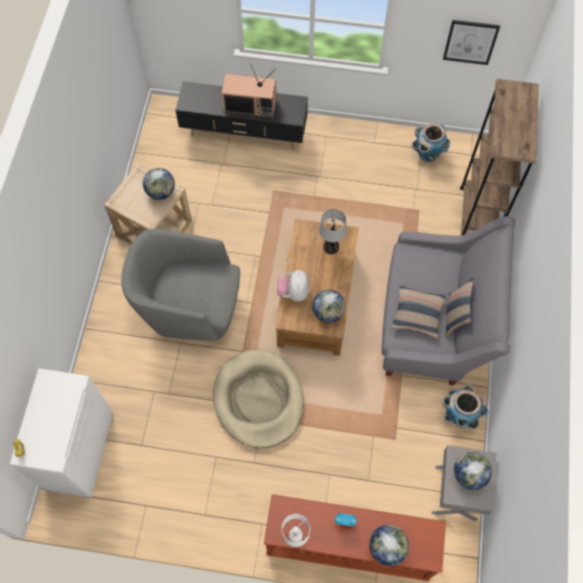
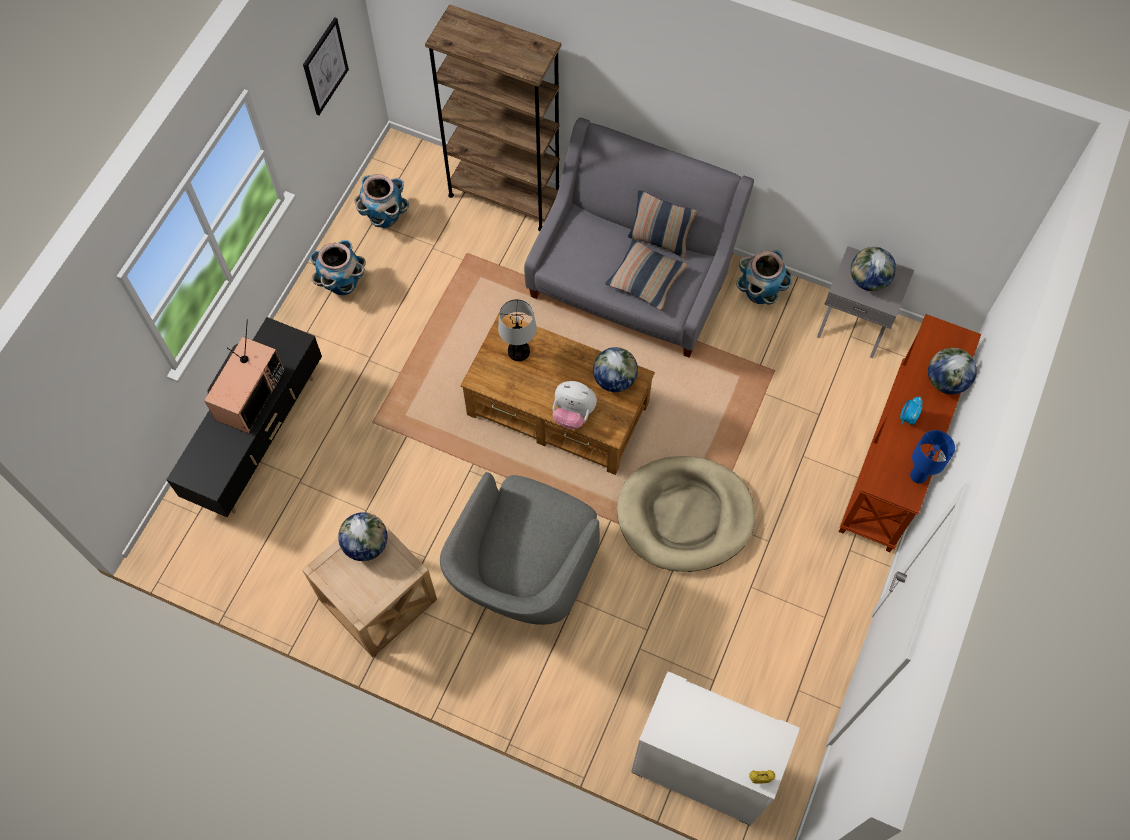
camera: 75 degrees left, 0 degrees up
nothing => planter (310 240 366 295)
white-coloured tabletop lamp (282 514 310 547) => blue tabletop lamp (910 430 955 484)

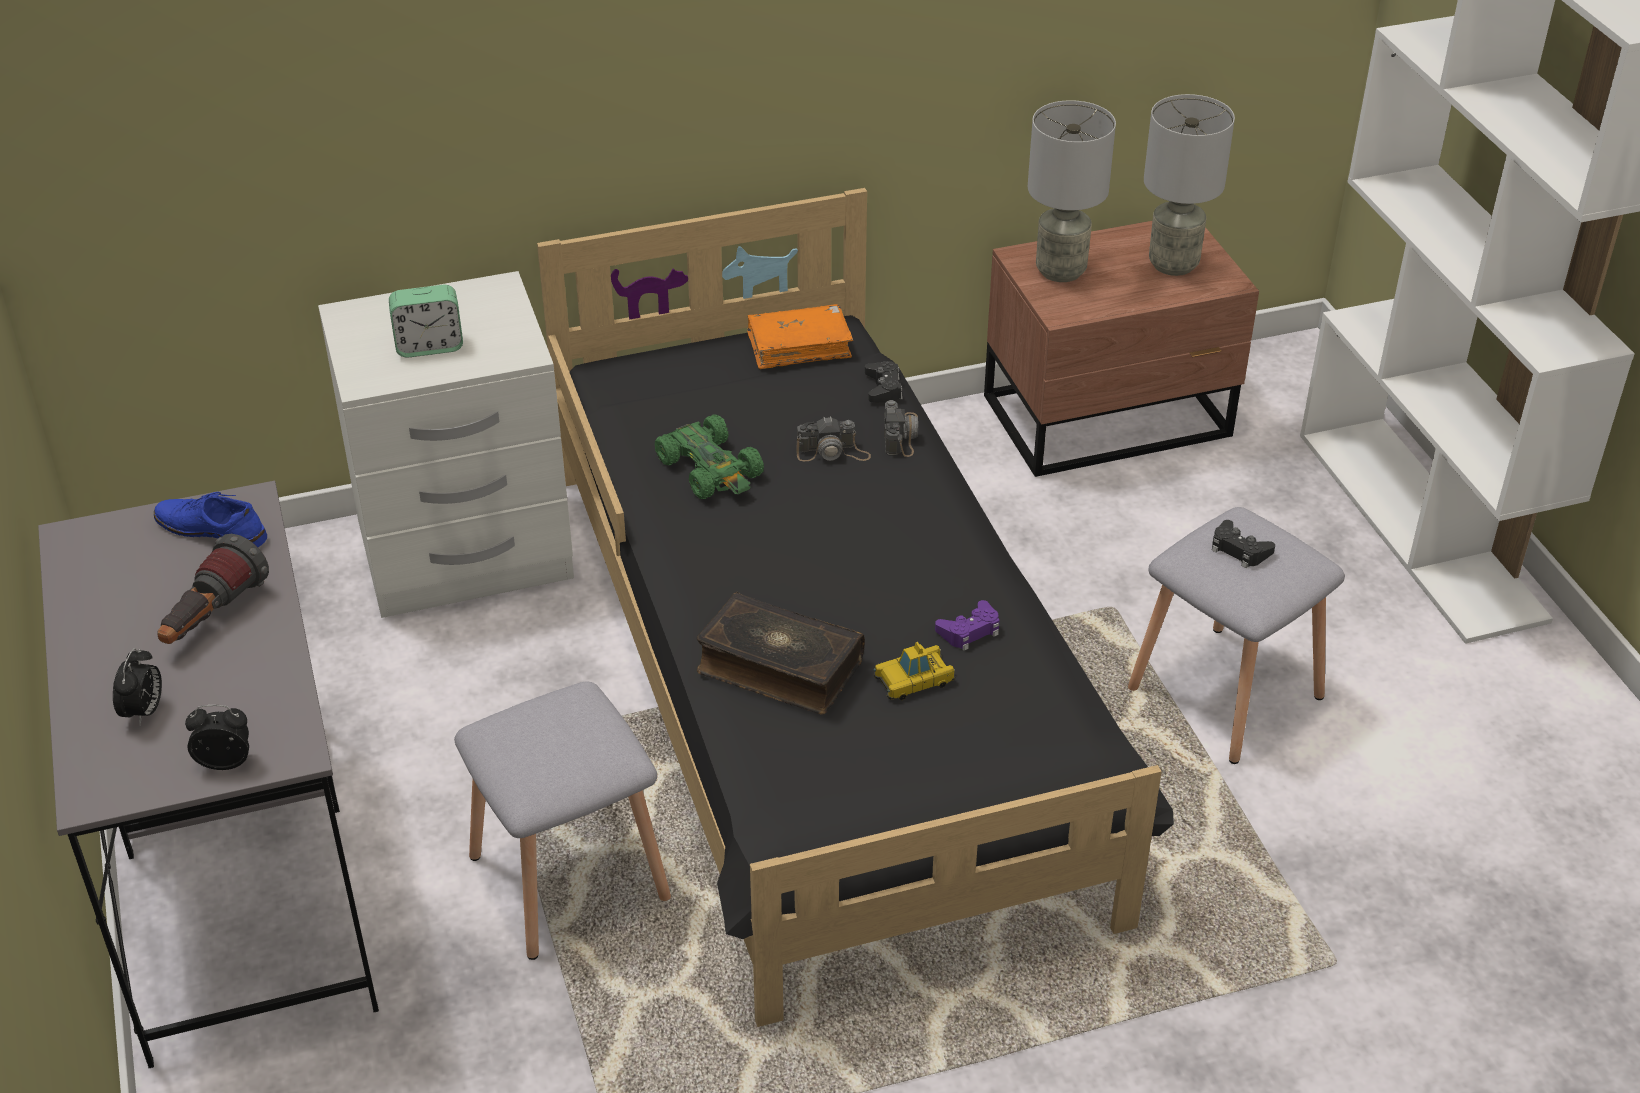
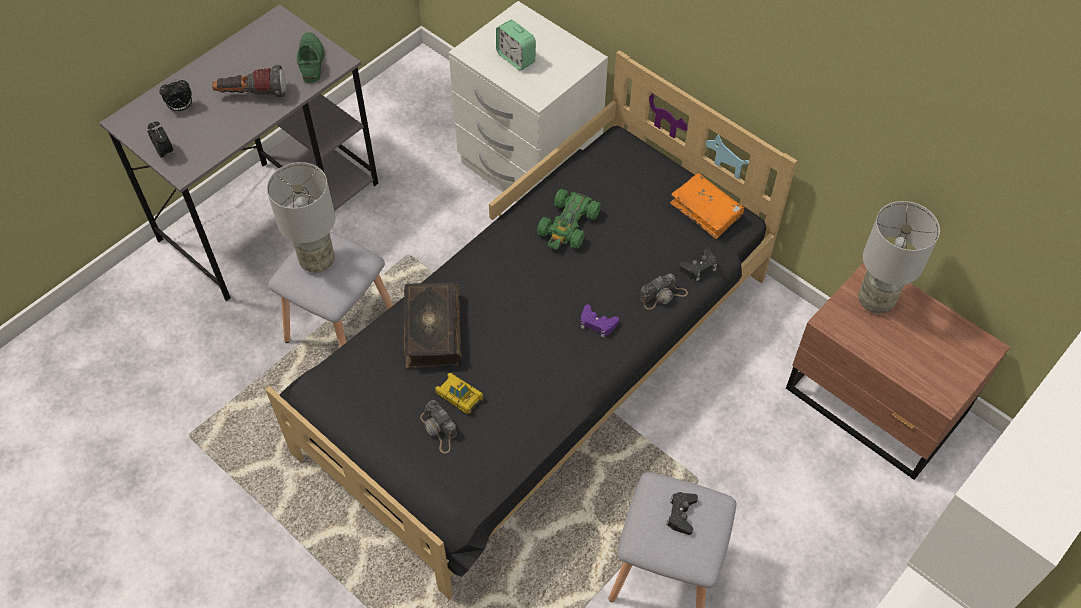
camera: 60 degrees right, 15 degrees up
still camera (796 416 871 462) => still camera (420 400 457 453), shifted
purplish joypad (935 600 1000 651) => purplish joypad (581 304 619 338), shifted
greyish tabletop lamp (1144 94 1235 276) => greyish tabletop lamp (267 162 335 273), shifted
blue shoe (154 492 267 547) => green-coloured shoe (297 32 324 83)

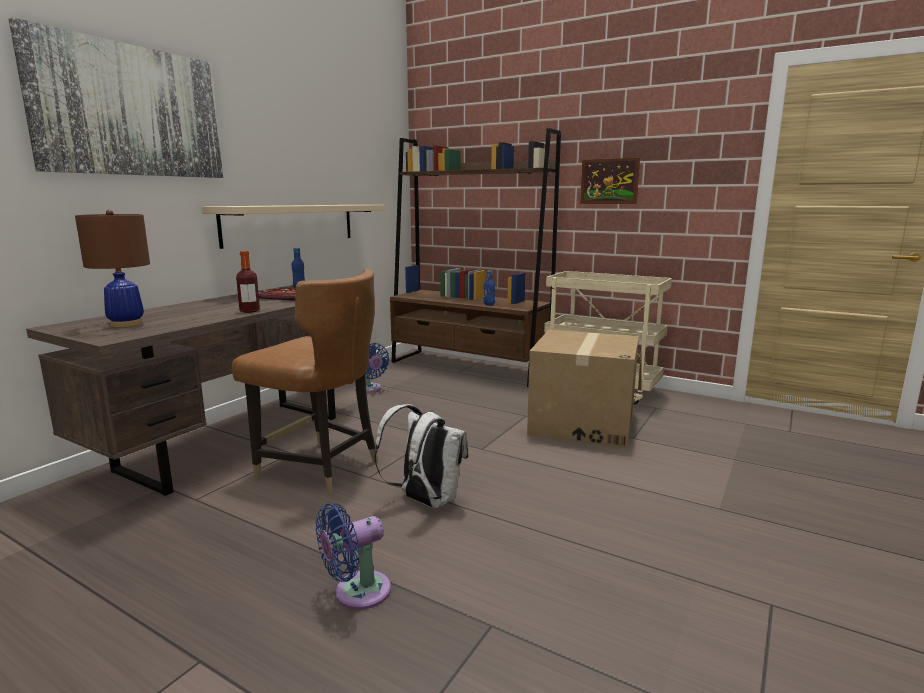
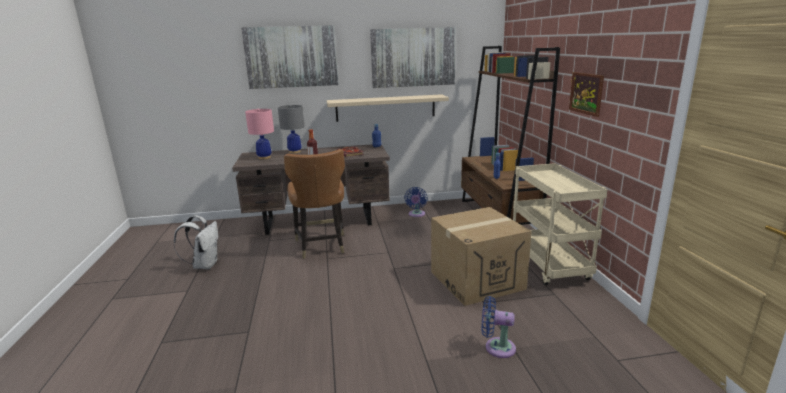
camera: 50 degrees right, 5 degrees up
nothing => greyish tabletop lamp (278 105 305 153)
nothing => picture (370 27 456 88)
blue fan (316 503 391 610) => blue fan (481 296 516 358), shifted
white-coloured rucksack (374 404 469 508) => white-coloured rucksack (174 215 218 270), shifted
brownish tabletop lamp (75 210 150 327) => pinkish tabletop lamp (245 108 274 159)

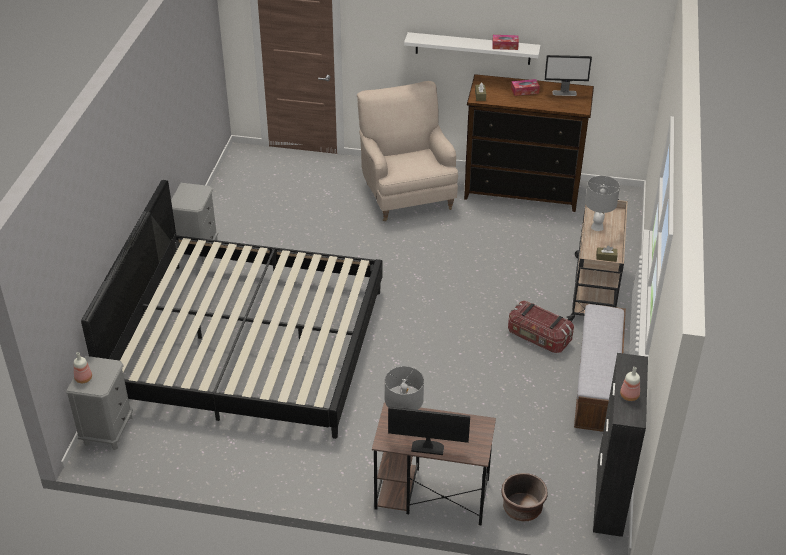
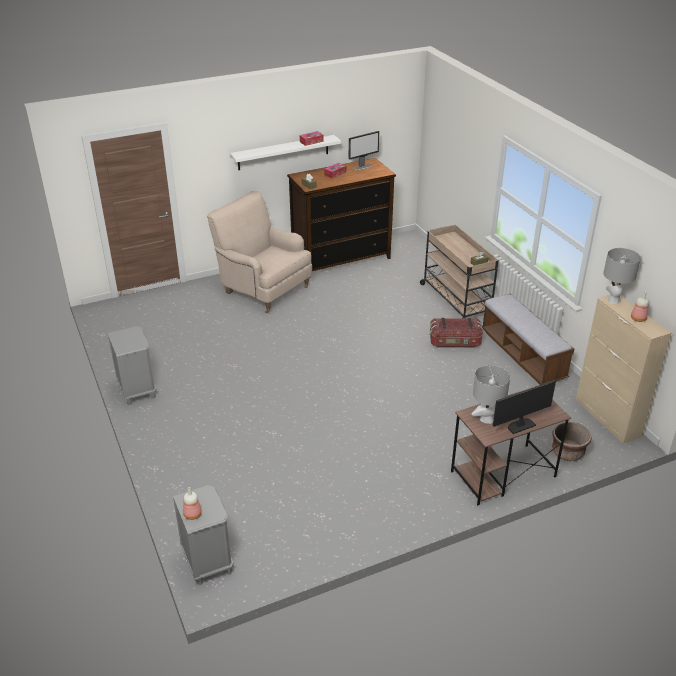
camera: 35 degrees left, 5 degrees down
bed (81 180 383 439) => nothing
greyish tabletop lamp (585 176 620 231) => greyish tabletop lamp (603 248 641 304), shifted
blackish storage cabinet (593 353 648 537) => sand-coloured storage cabinet (576 295 672 444)

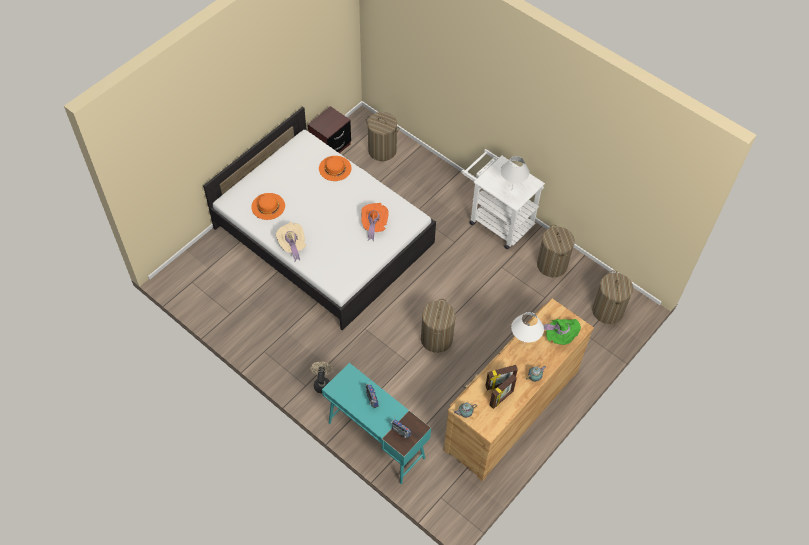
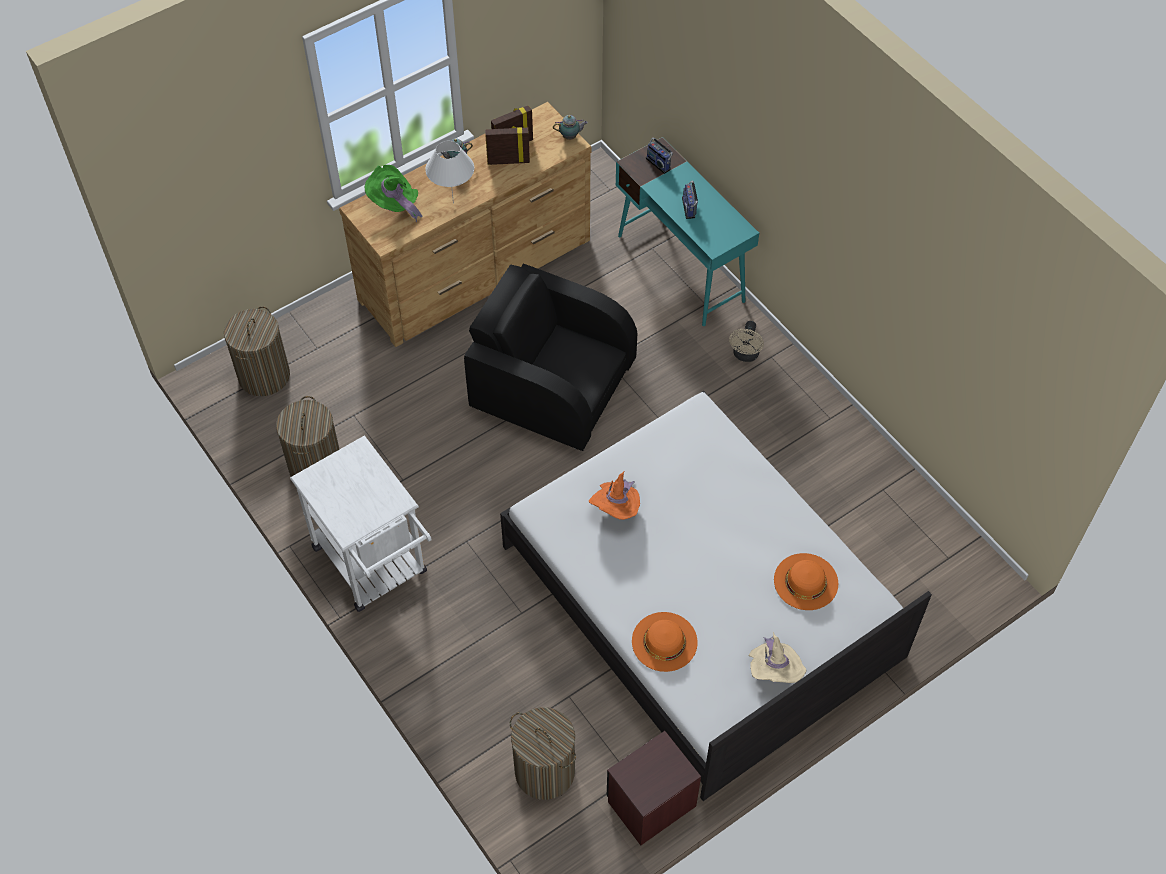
camera: 165 degrees left, 0 degrees up
white-coloured tabletop lamp (501 156 529 188) => nothing
sand-coloured clothing hat (276 222 307 262) => sand-coloured clothing hat (748 632 806 683), shifted
hamper (421 299 456 353) => blackish easy chair (464 264 637 451)

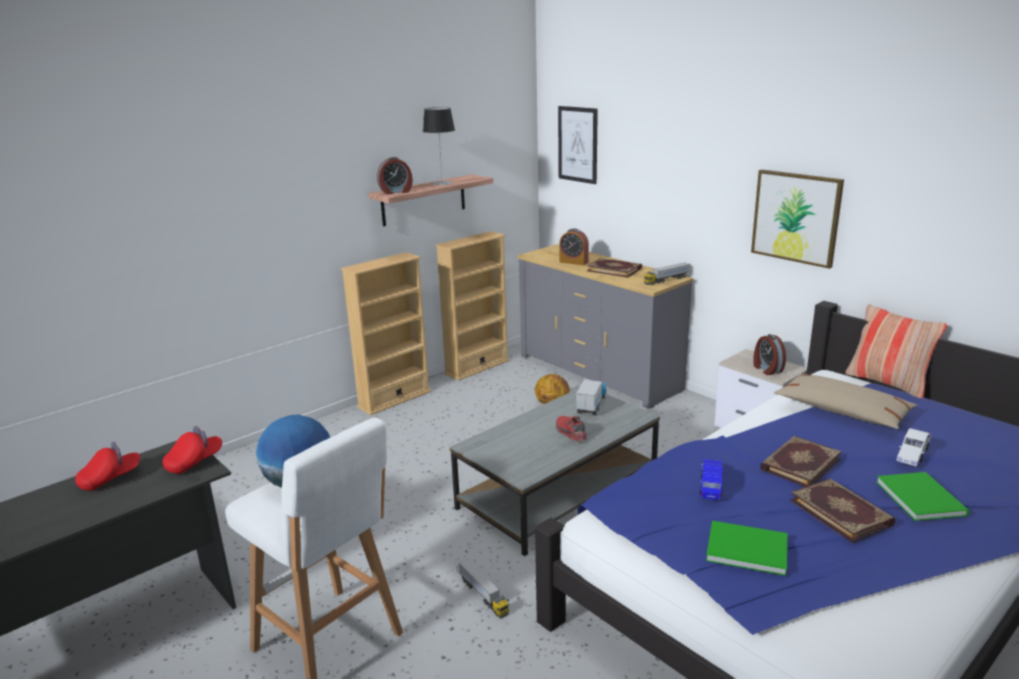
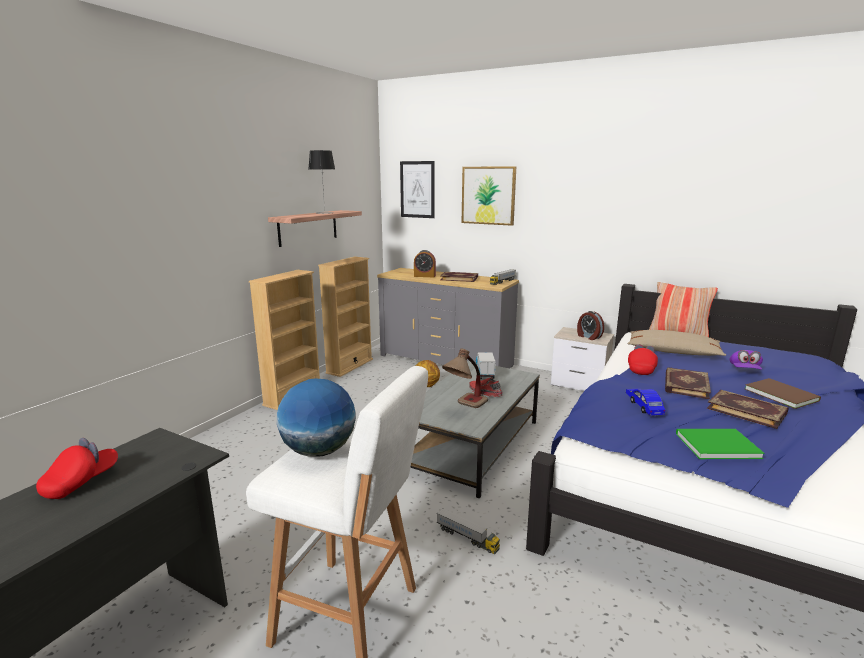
camera: 20 degrees left, 5 degrees down
alarm clock (377 157 413 195) => nothing
nothing => tabletop lamp (442 348 488 408)
reddish cap (163 426 222 474) => reddish cap (628 344 658 375), shifted
picture (751 170 844 269) => picture (462 166 516 226), shifted
white-coloured model car (896 428 931 466) => purplish cap (730 350 763 370)
green-coloured bound book (876 472 970 521) => brownish bound book (745 378 821 409)

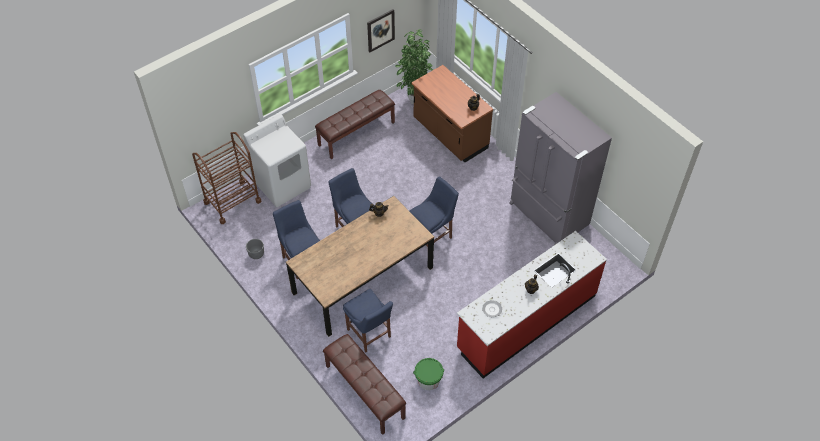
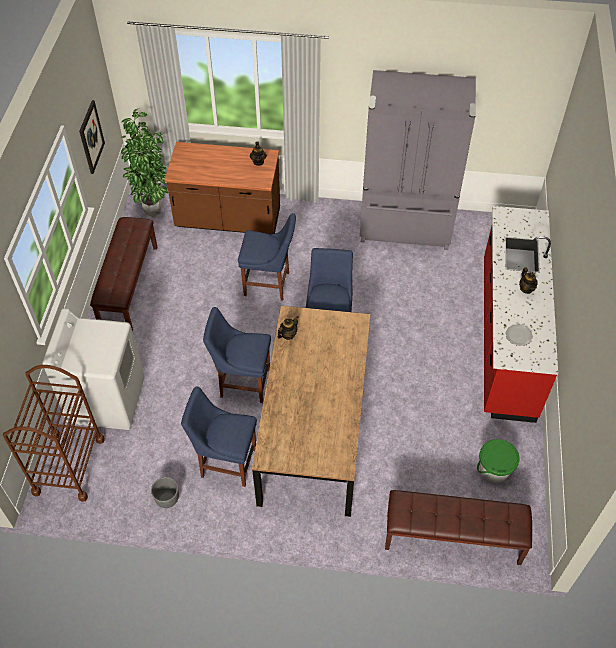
camera: 45 degrees left, 0 degrees up
blue plain chair (343 289 393 353) => blue plain chair (238 213 296 301), shifted

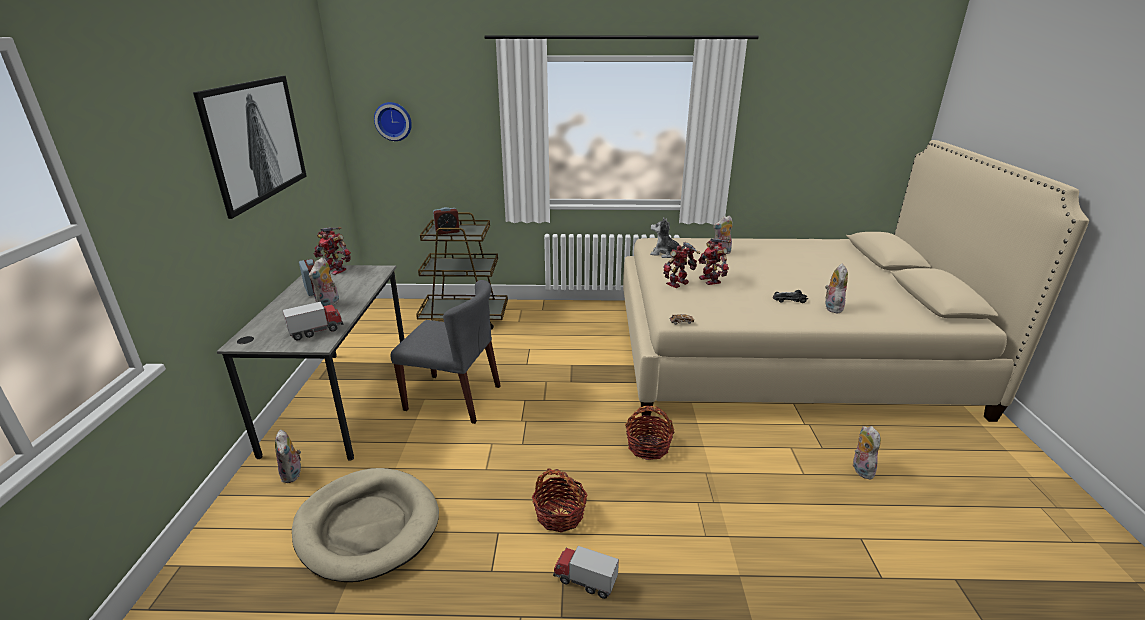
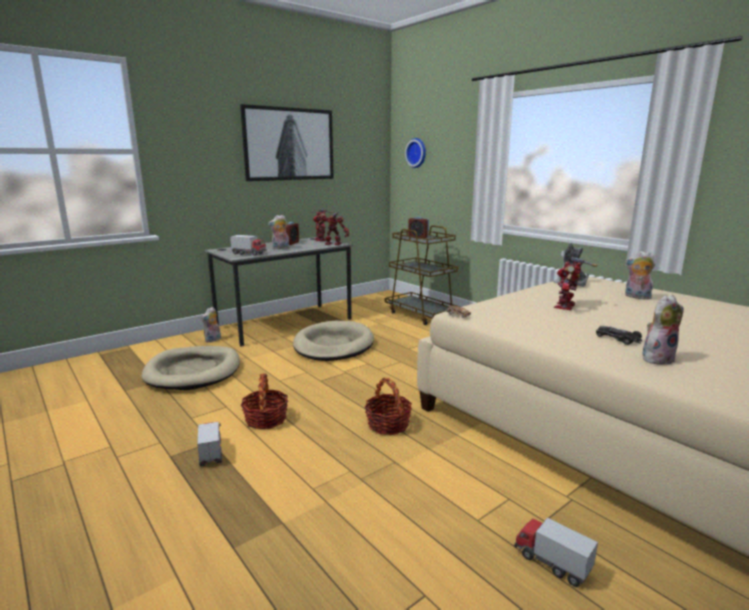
camera: 50 degrees right, 10 degrees down
robot figure (663 242 700 288) => robot figure (316 212 349 245), shifted
greyish plain chair (391 280 501 424) => sand-coloured dog cushion (293 321 374 361)
cuddly toy (853 426 881 479) => toy lorry (514 518 598 587)

